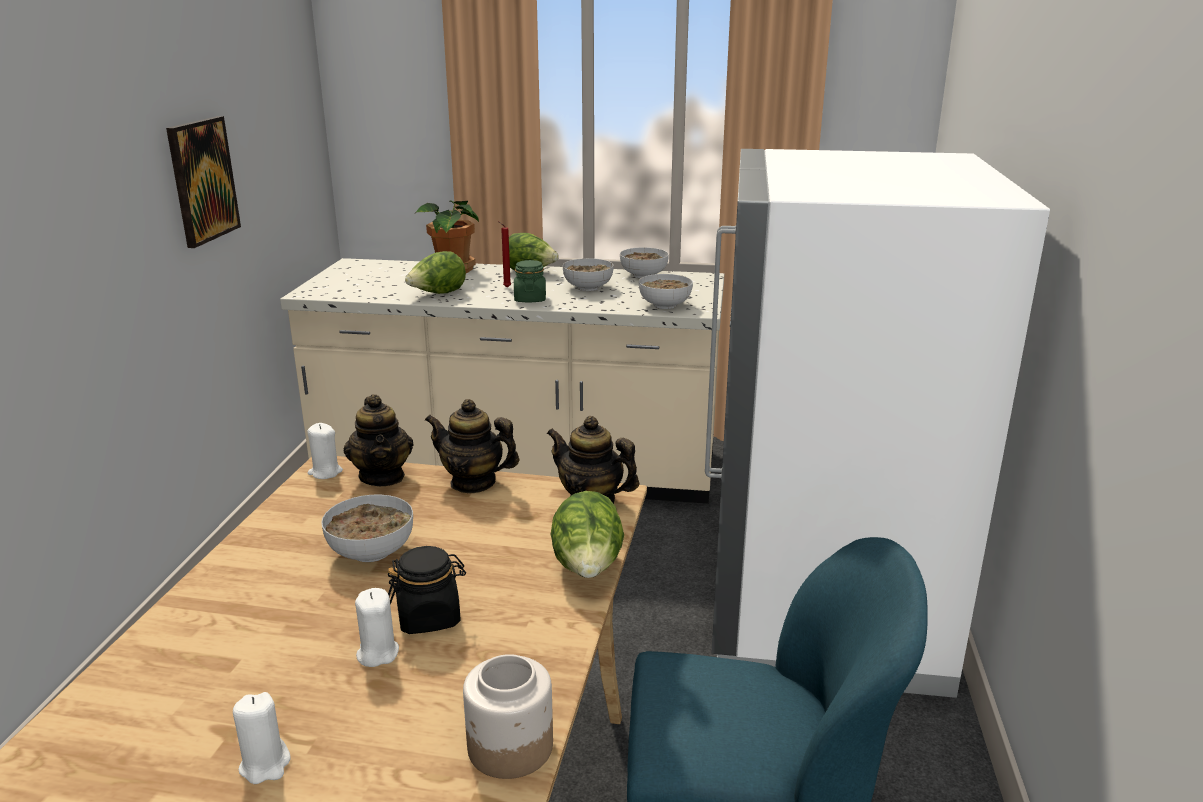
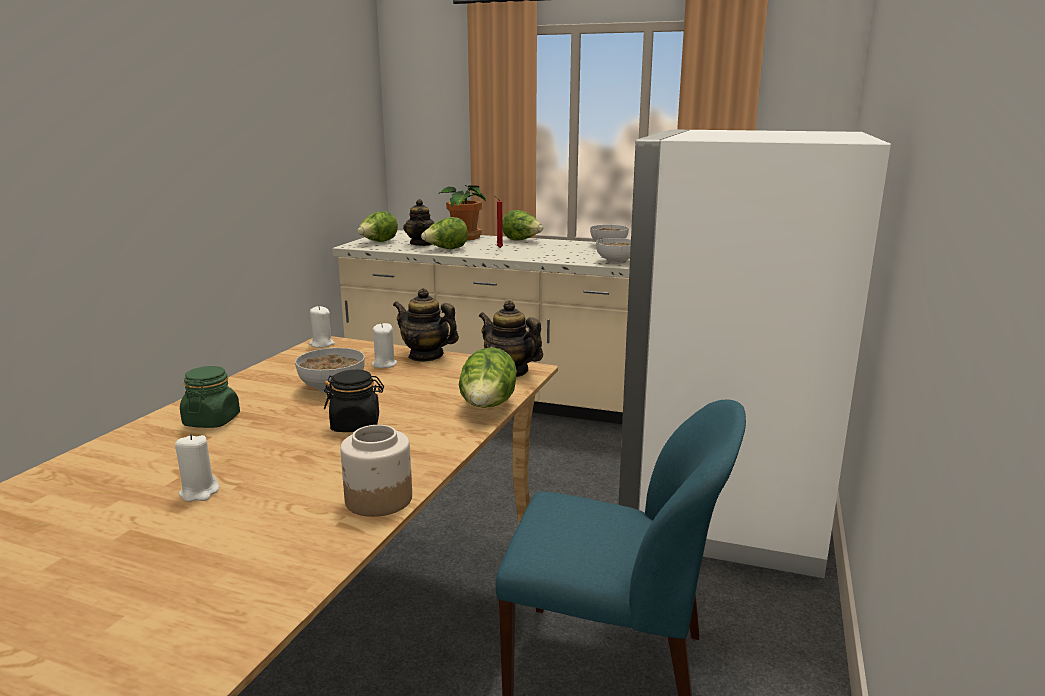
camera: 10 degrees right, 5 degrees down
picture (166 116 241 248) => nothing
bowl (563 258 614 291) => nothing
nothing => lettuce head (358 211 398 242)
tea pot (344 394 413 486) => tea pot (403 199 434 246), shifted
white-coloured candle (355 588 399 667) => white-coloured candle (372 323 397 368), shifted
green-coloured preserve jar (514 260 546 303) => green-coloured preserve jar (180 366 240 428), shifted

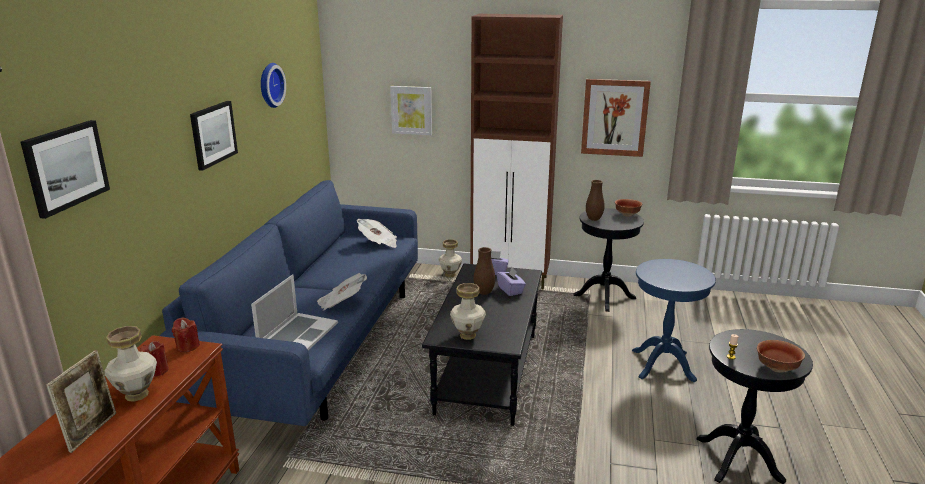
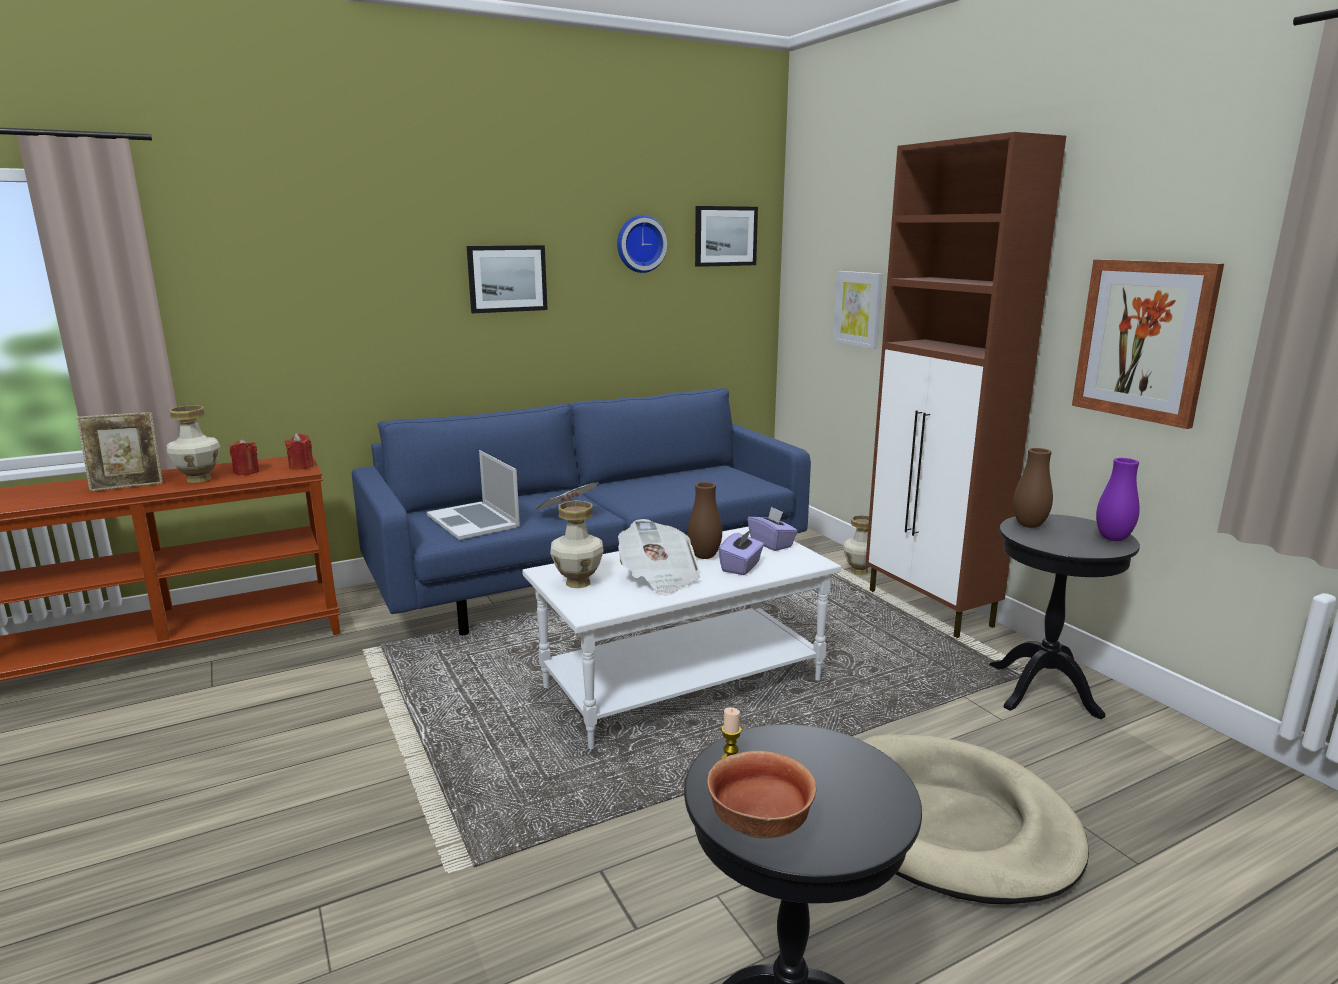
camera: 50 degrees right, 5 degrees down
picture (20 120 110 219) => picture (695 206 758 267), shifted
newspaper (357 219 397 248) => newspaper (618 519 700 596), shifted
bowl (615 199 642 217) => purplish decorative vase (1096 458 1140 541)
blue side table (632 259 716 382) => sand-coloured dog cushion (862 734 1089 904)
blackish low table (422 263 542 426) => white-coloured low table (522 526 841 749)
notebook computer (251 274 338 350) => notebook computer (427 450 520 540), 75 degrees clockwise

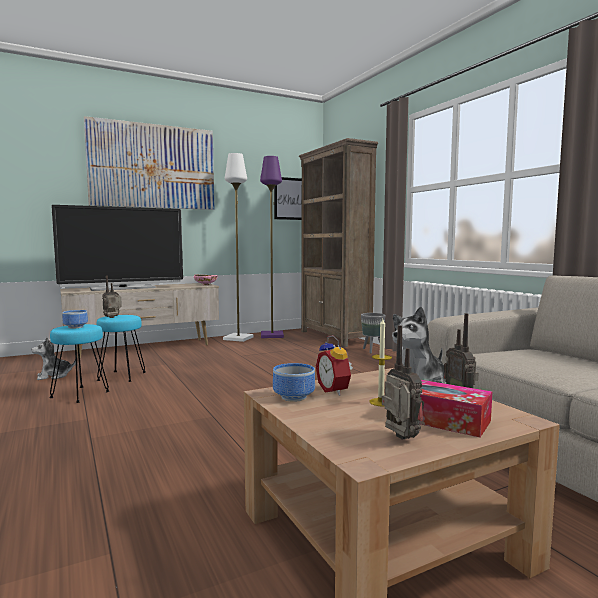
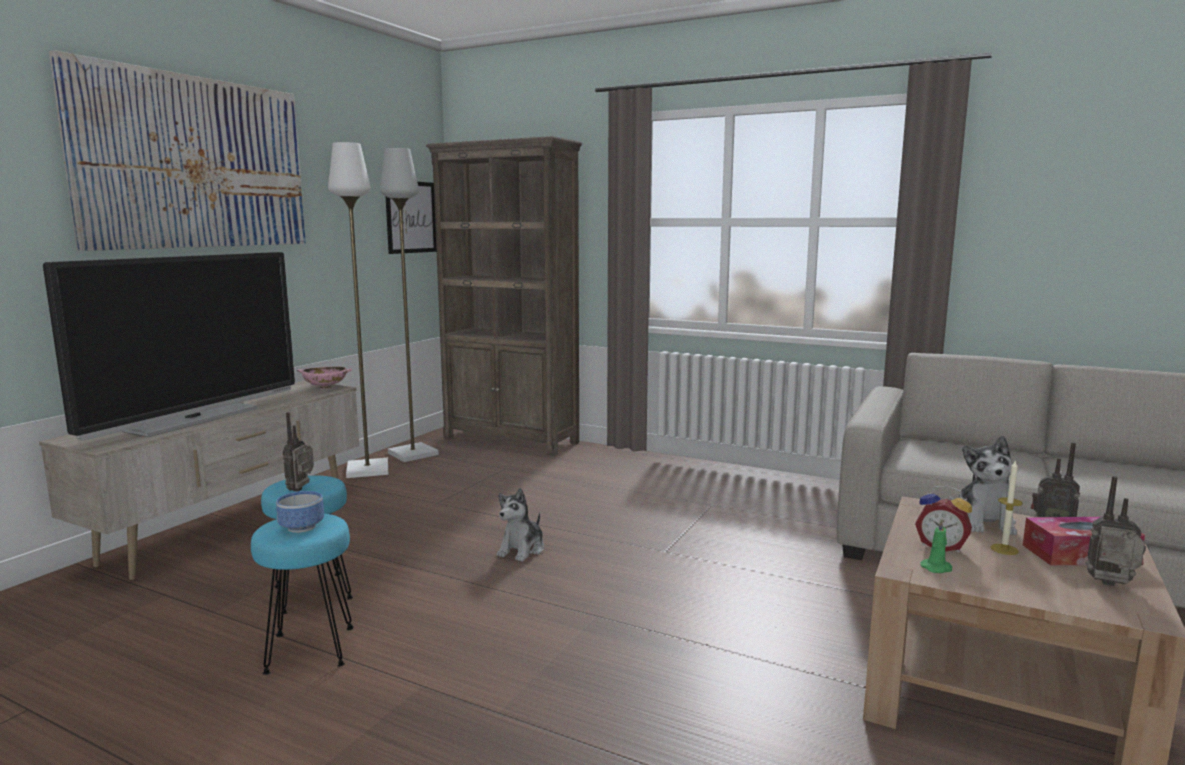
camera: 35 degrees left, 5 degrees up
greyish planter (361 313 385 353) => nothing
cuddly toy (31 337 76 380) => cuddly toy (497 488 544 562), shifted
bowl (273 363 315 402) => green-coloured candle (921 519 952 573)
purplish standard lamp (260 156 284 338) => greyish standard lamp (380 148 439 462)

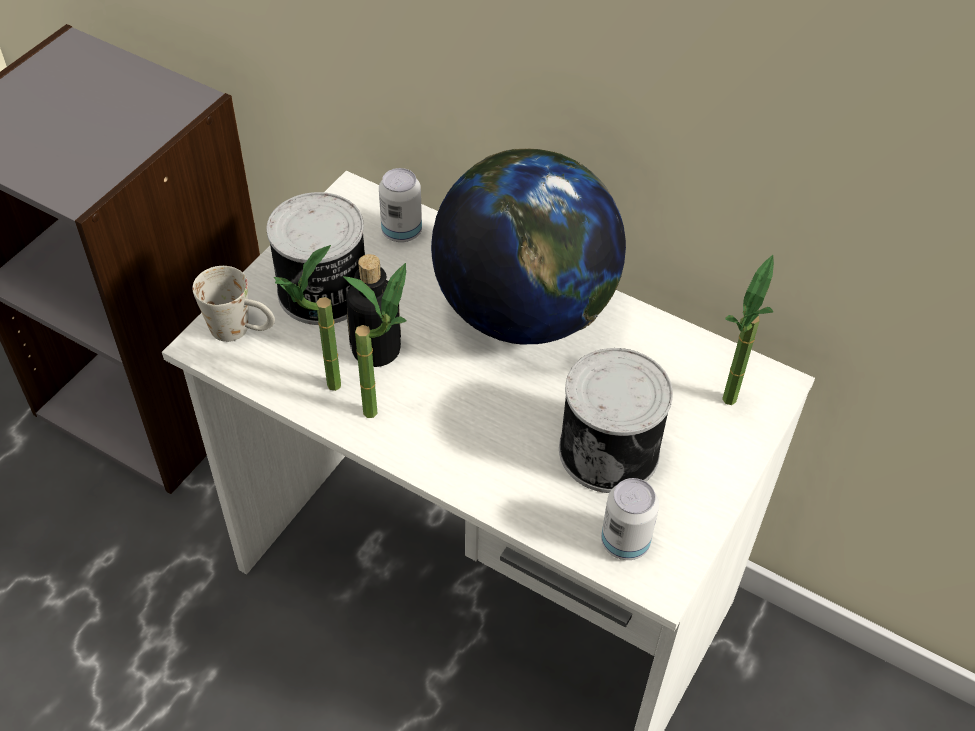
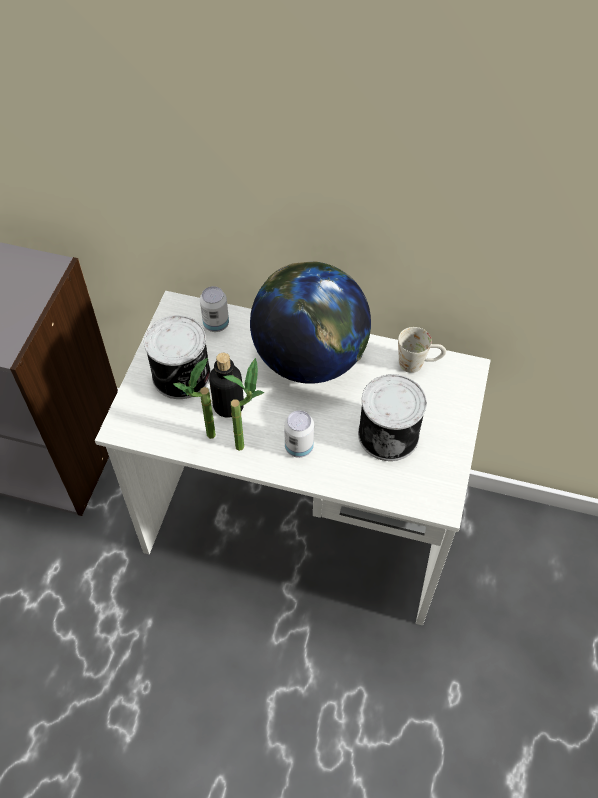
camera: 15 degrees left, 5 degrees up
potted plant (722 255 774 405) => nothing
white-coloured coffee mug (192 266 275 342) => white-coloured coffee mug (398 327 446 373), shifted
can (601 478 659 560) => can (284 411 314 458), shifted

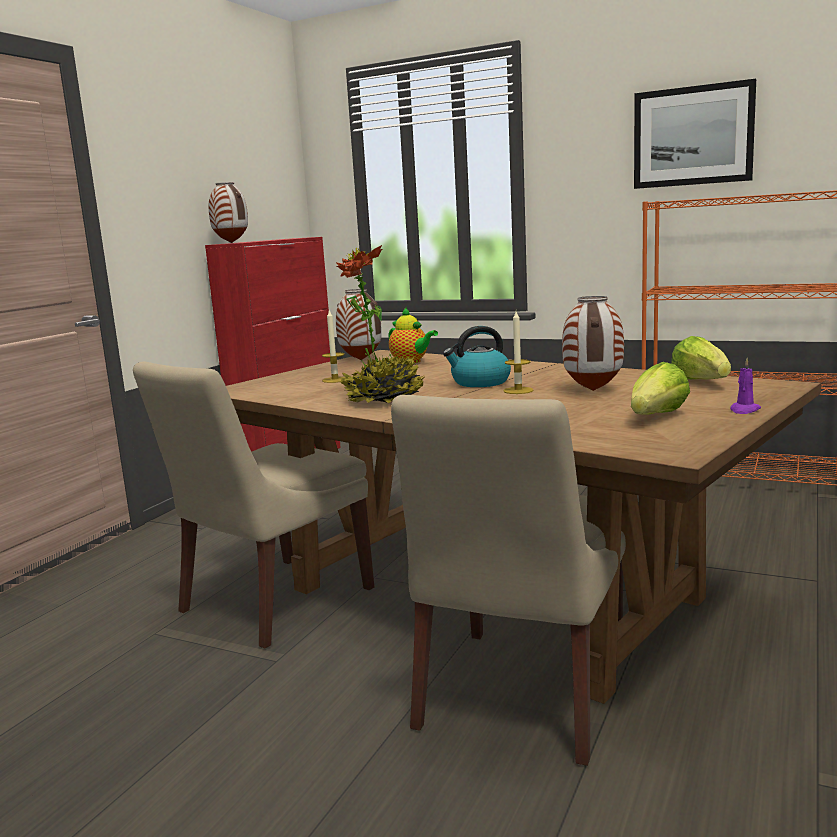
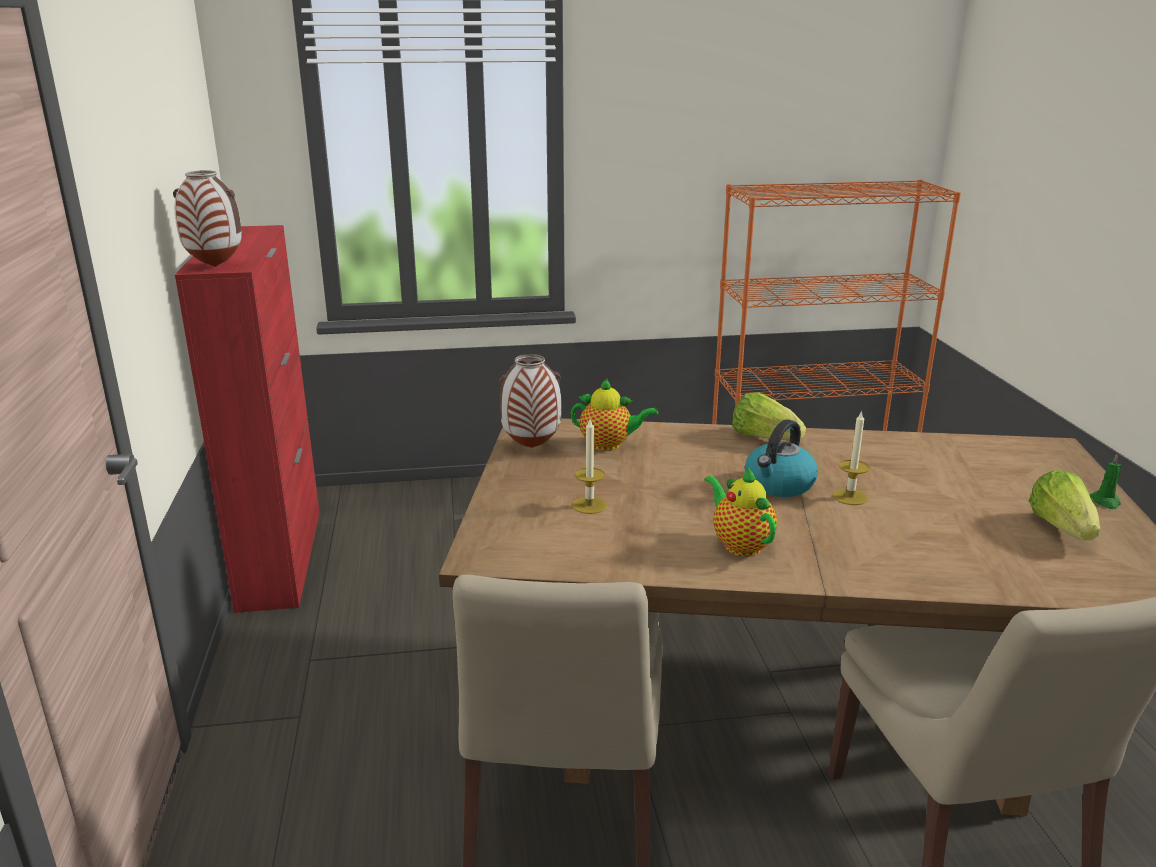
camera: 35 degrees left, 10 degrees up
decorative vase (562 296 624 391) => nothing
picture (634 79 756 189) => nothing
lettuce head (671 336 731 379) => lettuce head (732 392 806 440), shifted
potted plant (335 245 424 403) => tea pot (704 467 777 557)
purplish candle (730 358 761 414) => green-coloured candle (1089 454 1121 509)

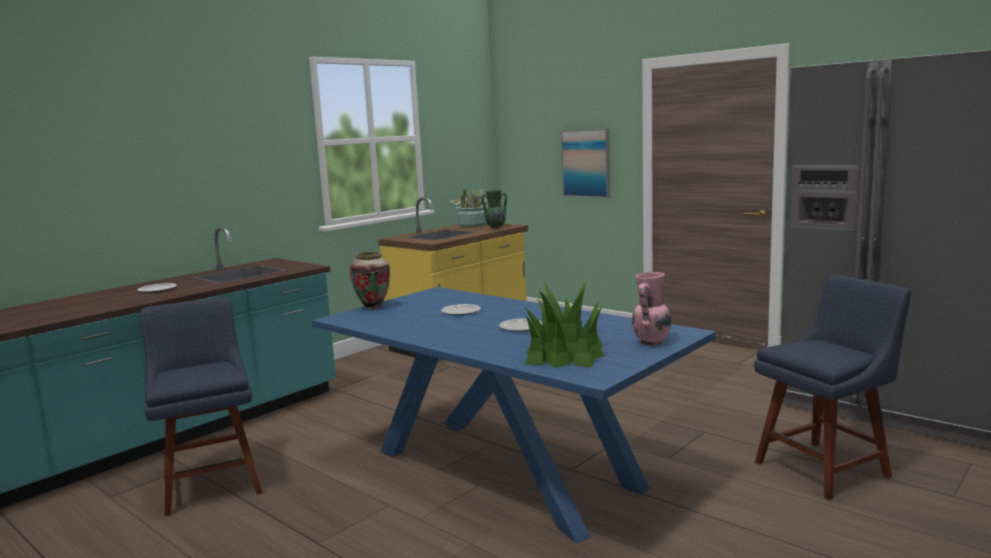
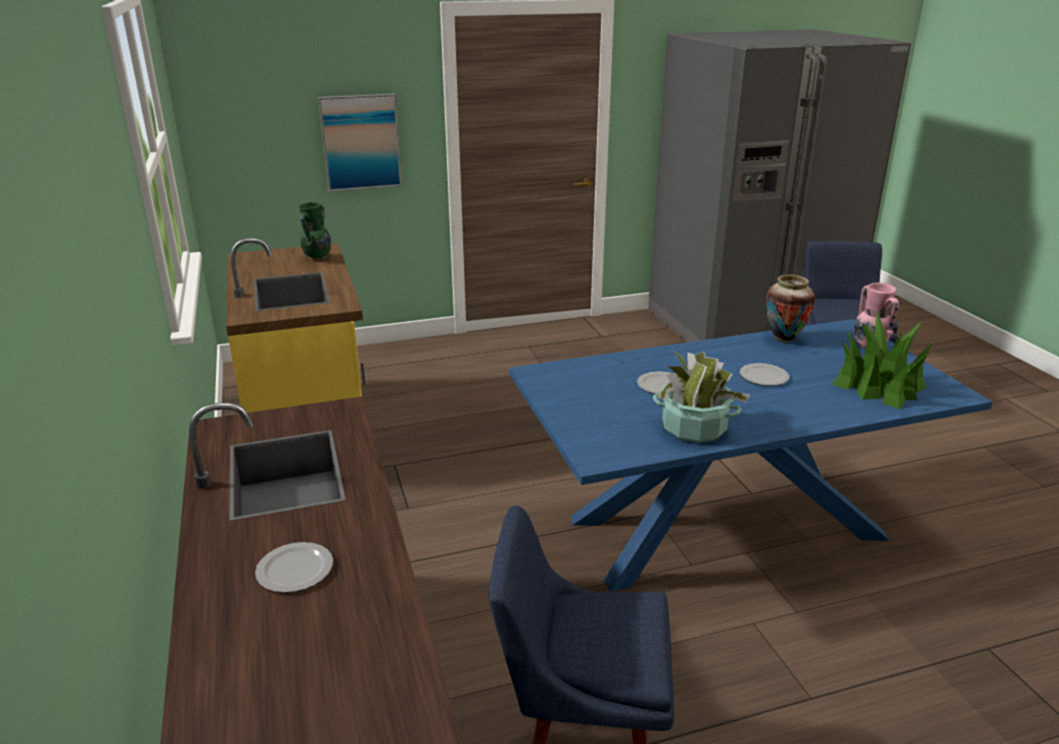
camera: 60 degrees left, 15 degrees up
decorative vase (350 251 390 309) => decorative vase (766 275 815 343), shifted
potted plant (450 189 488 227) => potted plant (653 351 751 443), shifted

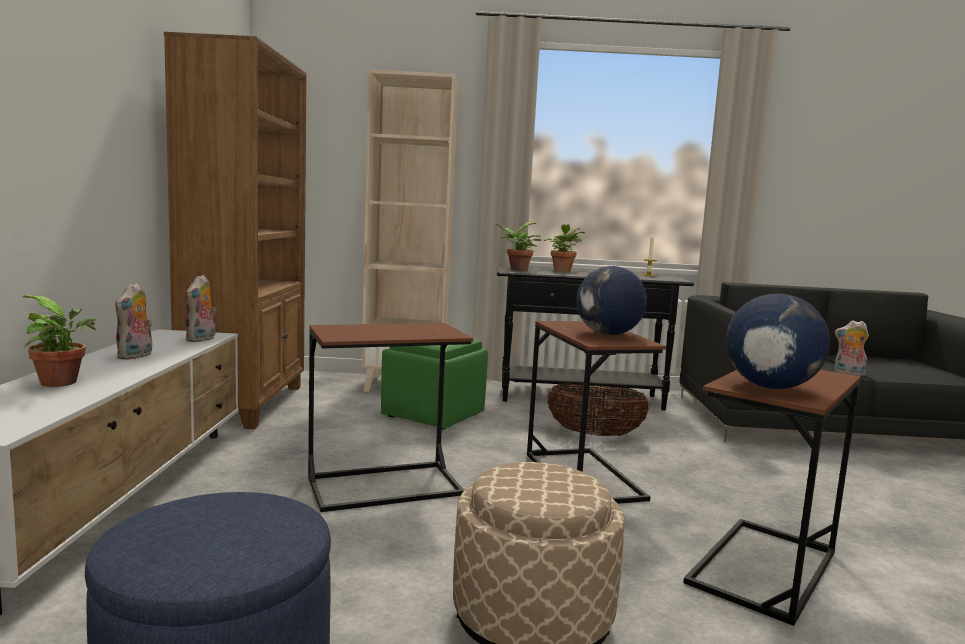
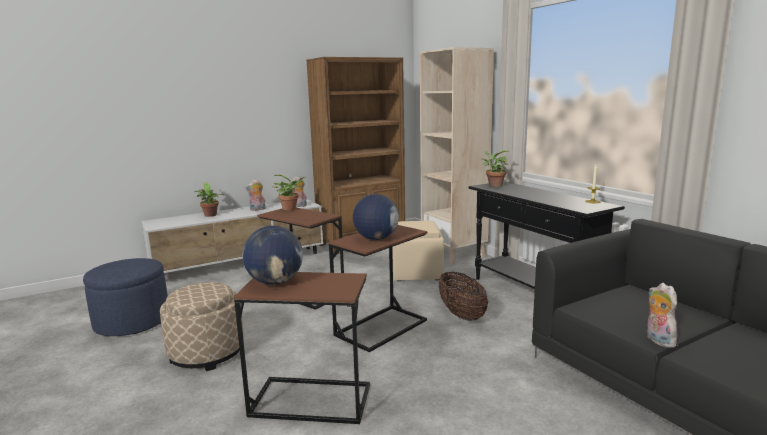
camera: 60 degrees right, 5 degrees up
potted plant (544 224 585 272) => potted plant (272 174 307 211), shifted
green-coloured ottoman (381 339 488 430) => sand-coloured ottoman (392 221 444 281)

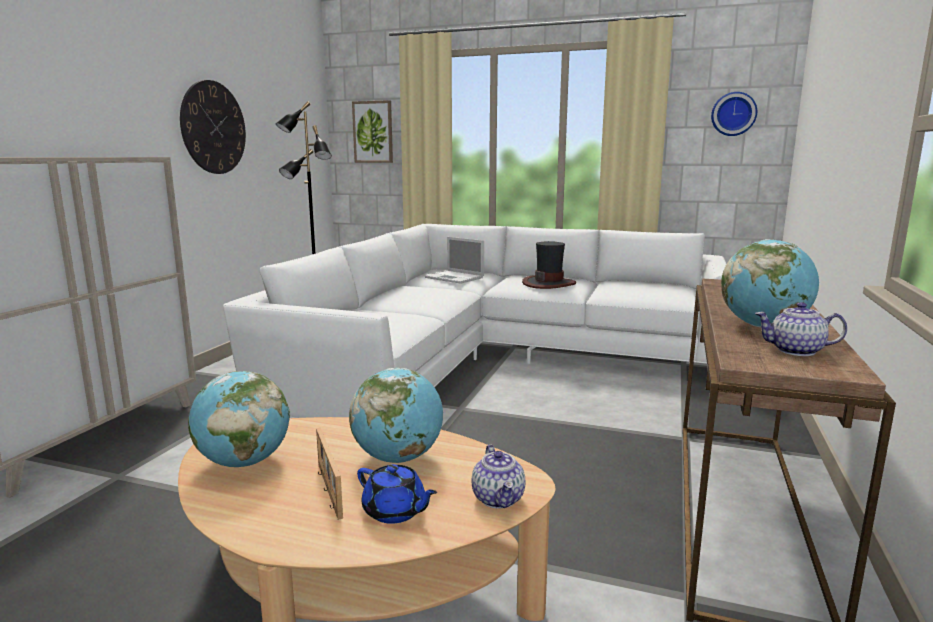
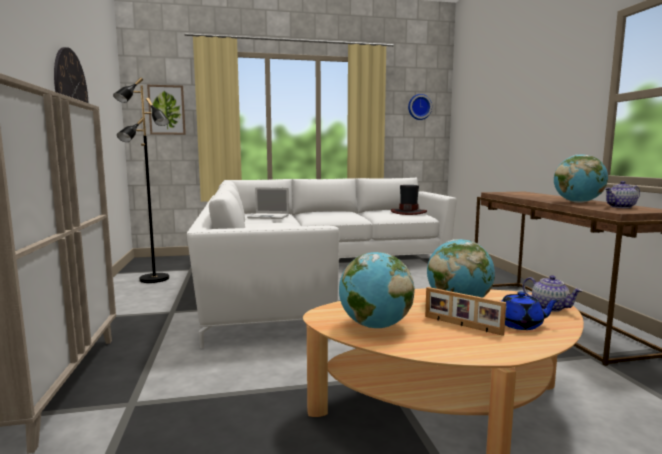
camera: 30 degrees left, 5 degrees down
clothing hat (522 241 576 289) => clothing hat (391 185 427 215), shifted

